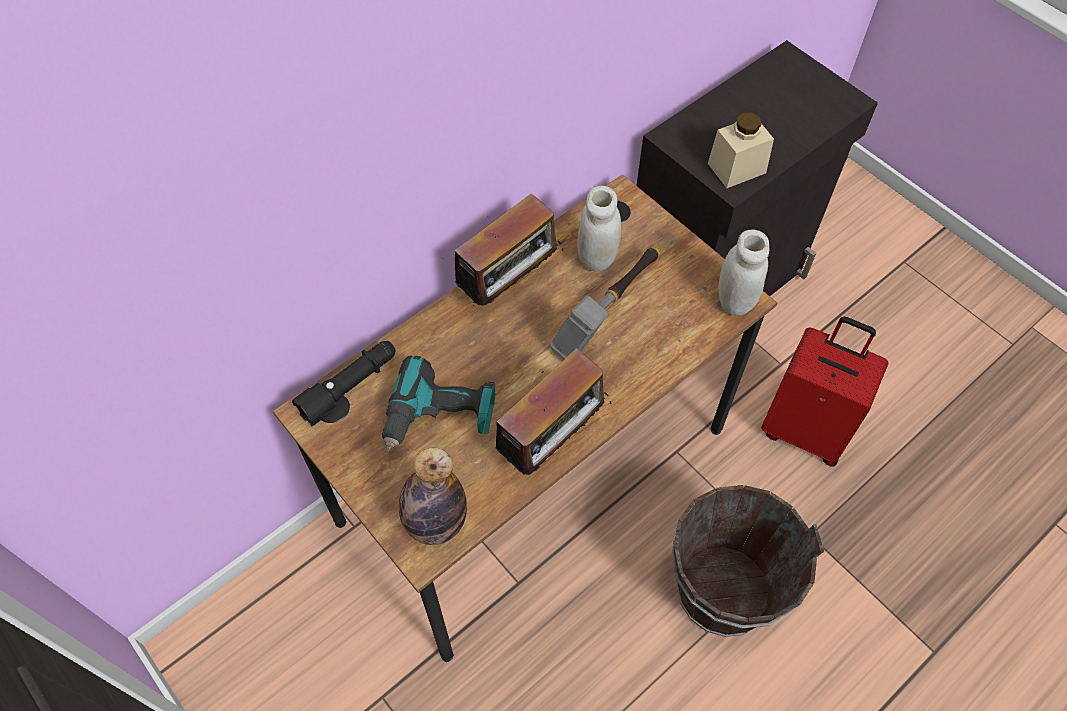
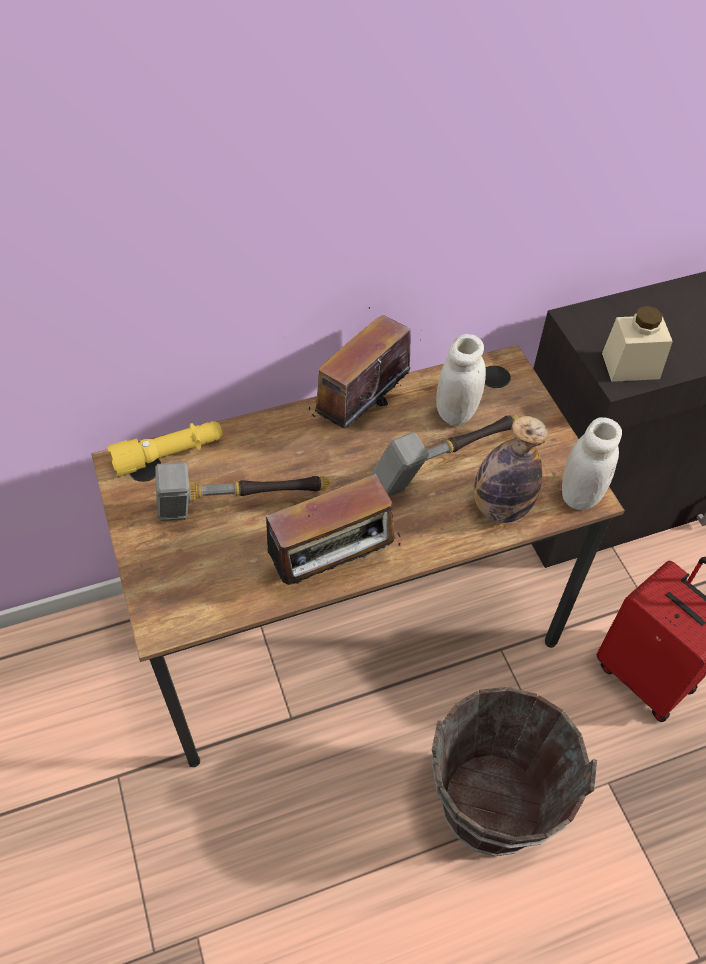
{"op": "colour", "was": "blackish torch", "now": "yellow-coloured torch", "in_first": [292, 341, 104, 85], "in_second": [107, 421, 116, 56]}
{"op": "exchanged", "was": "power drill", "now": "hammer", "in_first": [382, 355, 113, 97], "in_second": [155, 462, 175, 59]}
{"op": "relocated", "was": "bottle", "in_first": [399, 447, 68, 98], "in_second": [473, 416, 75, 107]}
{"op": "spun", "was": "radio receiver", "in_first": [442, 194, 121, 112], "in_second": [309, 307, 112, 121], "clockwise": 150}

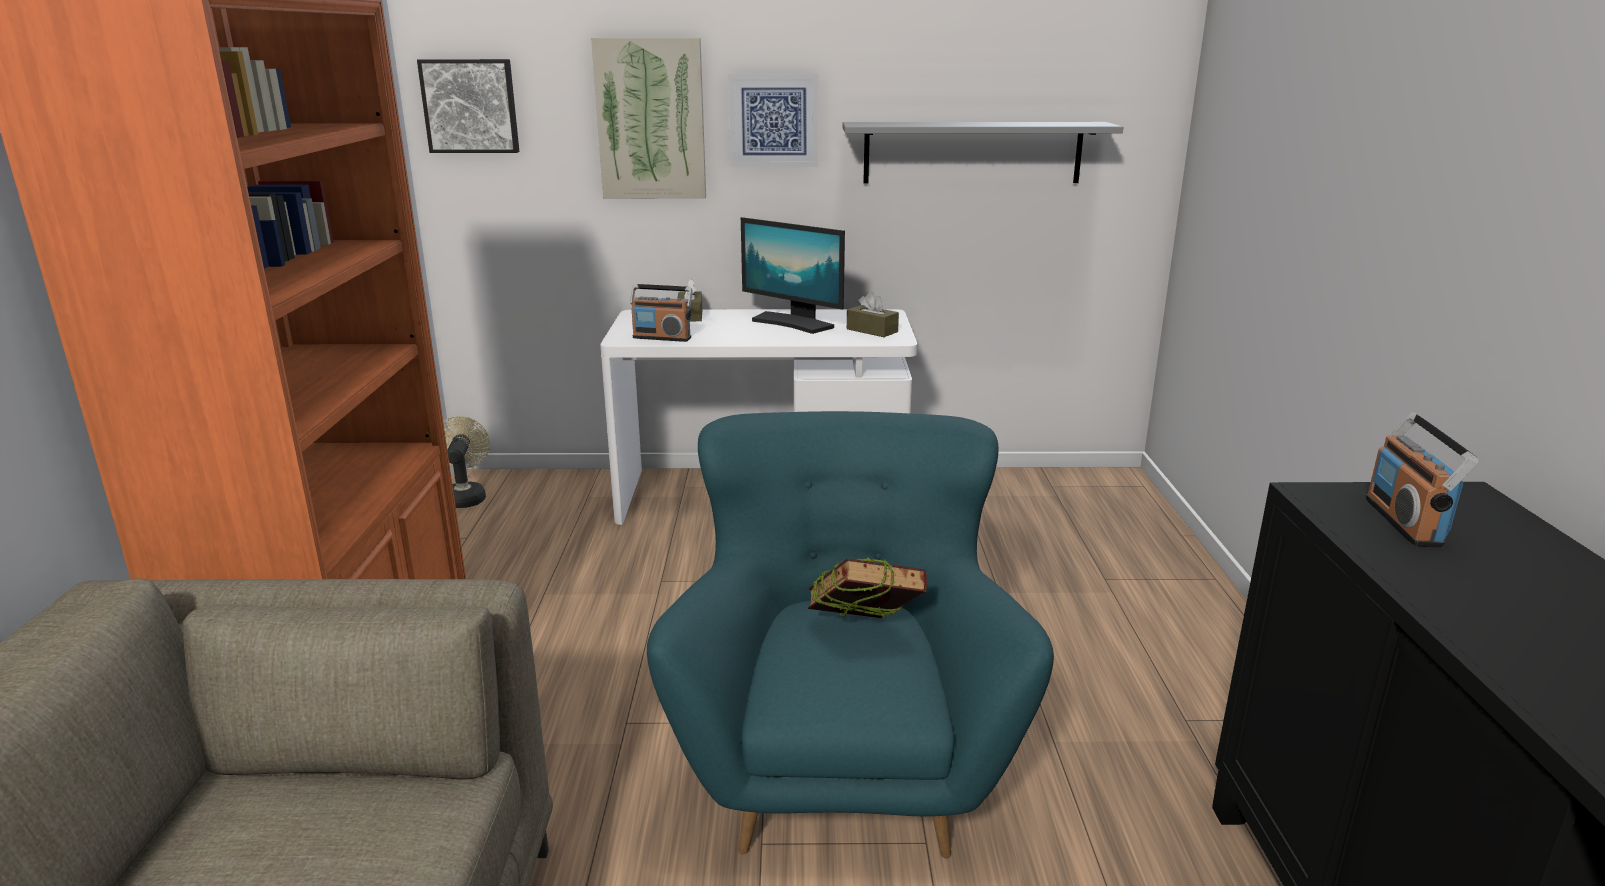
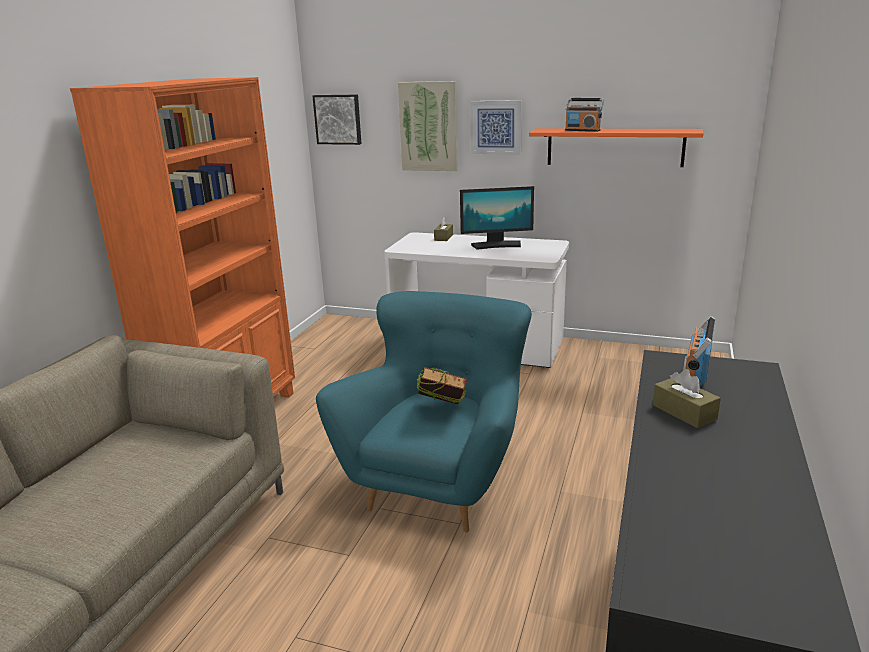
{"op": "missing", "was": "sand-coloured fan", "in_first": [443, 416, 47, 92]}
{"op": "relocated", "was": "radio receiver", "in_first": [630, 284, 63, 58], "in_second": [565, 98, 39, 34]}
{"op": "spun", "was": "computer display", "in_first": [741, 217, 104, 117], "in_second": [460, 186, 74, 64], "clockwise": -60}
{"op": "colour", "was": "grey shelf", "now": "orangey shelf", "in_first": [842, 122, 281, 61], "in_second": [529, 128, 174, 39]}
{"op": "relocated", "was": "brownish box of tissues", "in_first": [847, 292, 52, 45], "in_second": [653, 369, 68, 59]}

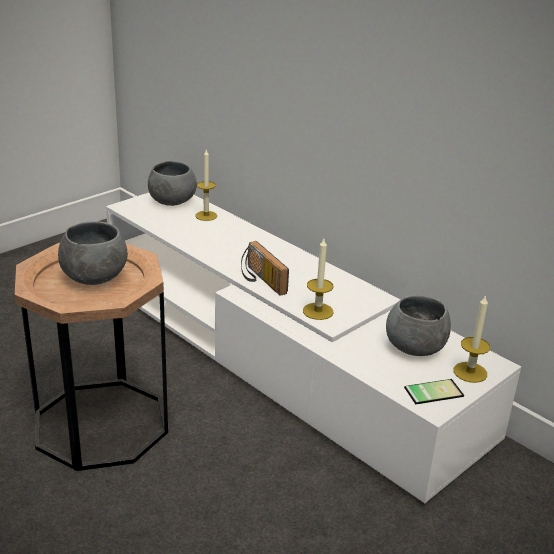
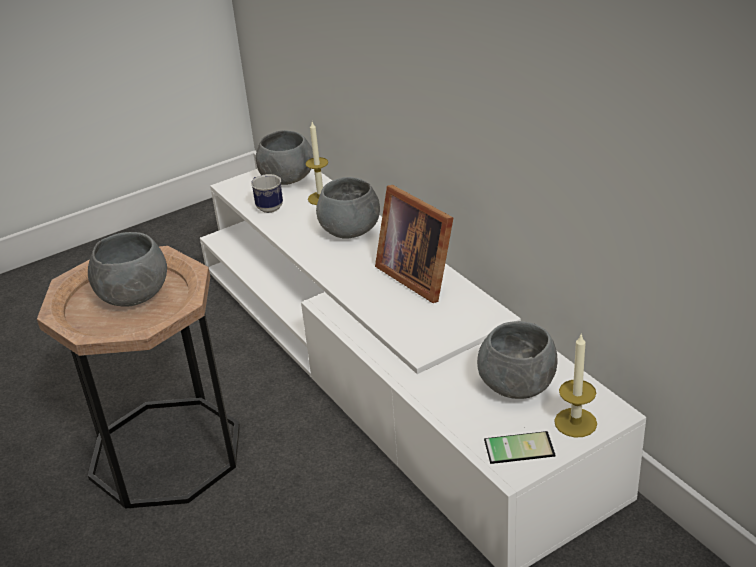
{"op": "missing", "was": "radio receiver", "in_first": [241, 241, 48, 55]}
{"op": "missing", "was": "wax light", "in_first": [303, 239, 30, 81]}
{"op": "appeared", "now": "tea mug", "in_second": [251, 174, 32, 39]}
{"op": "appeared", "now": "grey serving bowl", "in_second": [316, 177, 64, 62]}
{"op": "appeared", "now": "picture frame", "in_second": [375, 185, 78, 118]}

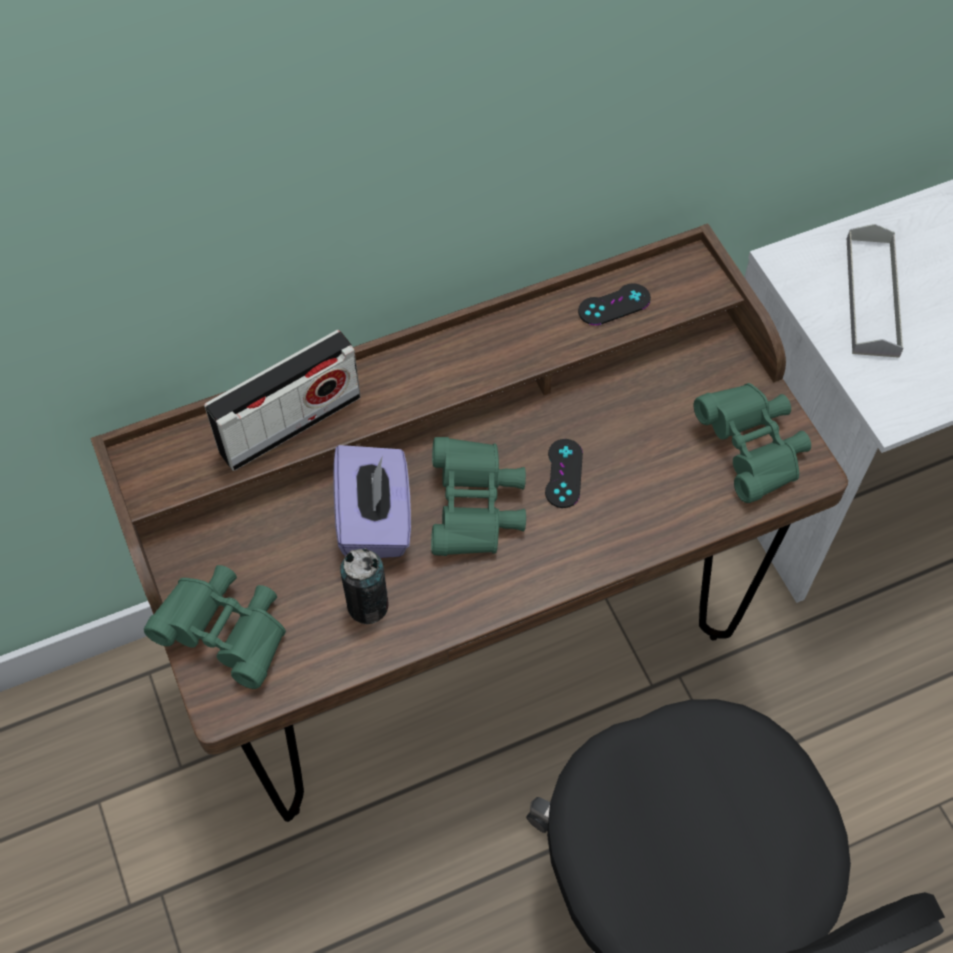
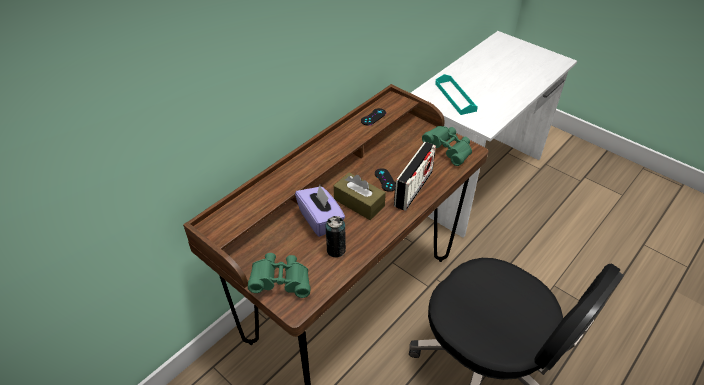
{"op": "relocated", "was": "radio receiver", "in_first": [204, 330, 157, 141], "in_second": [394, 142, 42, 69]}
{"op": "exchanged", "was": "green binoculars", "now": "brownish box of tissues", "in_first": [431, 437, 95, 119], "in_second": [334, 173, 52, 47]}
{"op": "colour", "was": "grey carrying tray", "now": "turquoise-coloured carrying tray", "in_first": [847, 224, 57, 134], "in_second": [435, 74, 43, 41]}

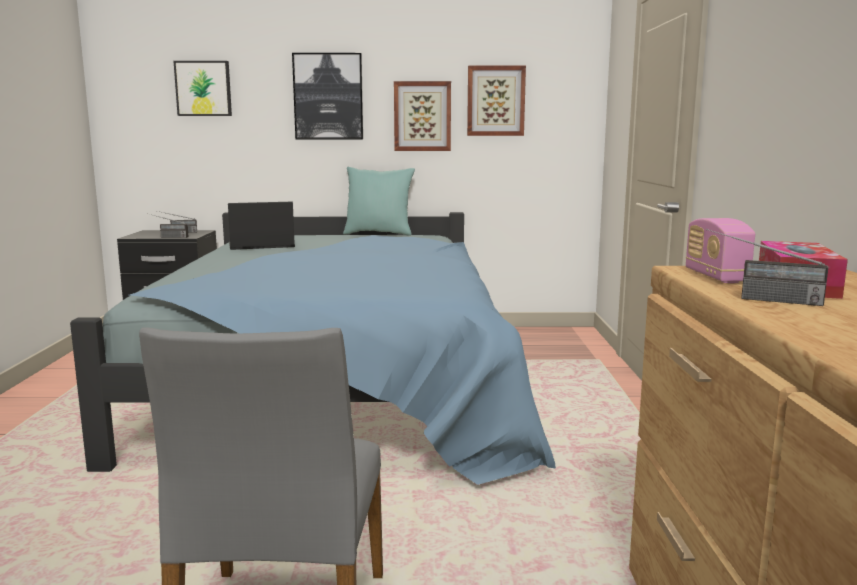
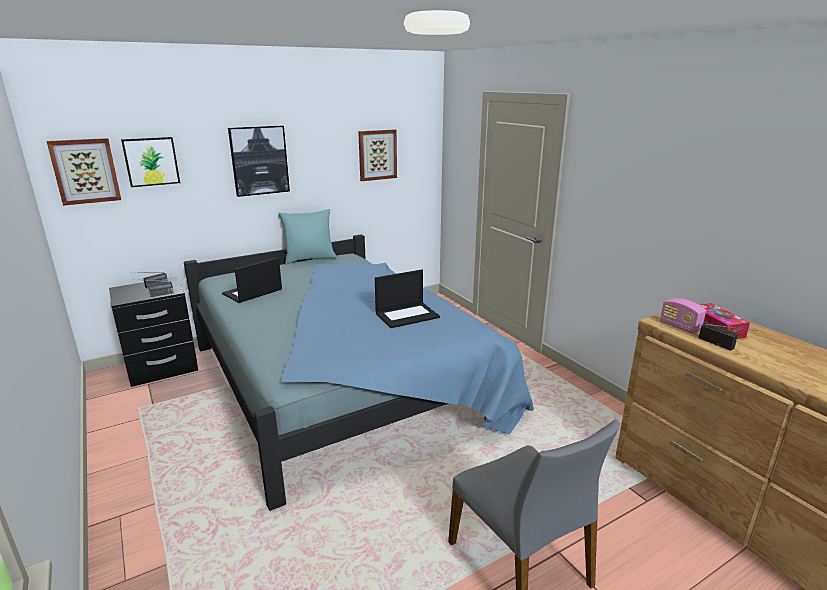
{"op": "relocated", "was": "wall art", "in_first": [394, 81, 57, 70], "in_second": [47, 138, 74, 68]}
{"op": "spun", "was": "radio receiver", "in_first": [706, 228, 122, 78], "in_second": [699, 322, 58, 29], "clockwise": -120}
{"op": "appeared", "now": "notebook computer", "in_second": [375, 270, 65, 58]}

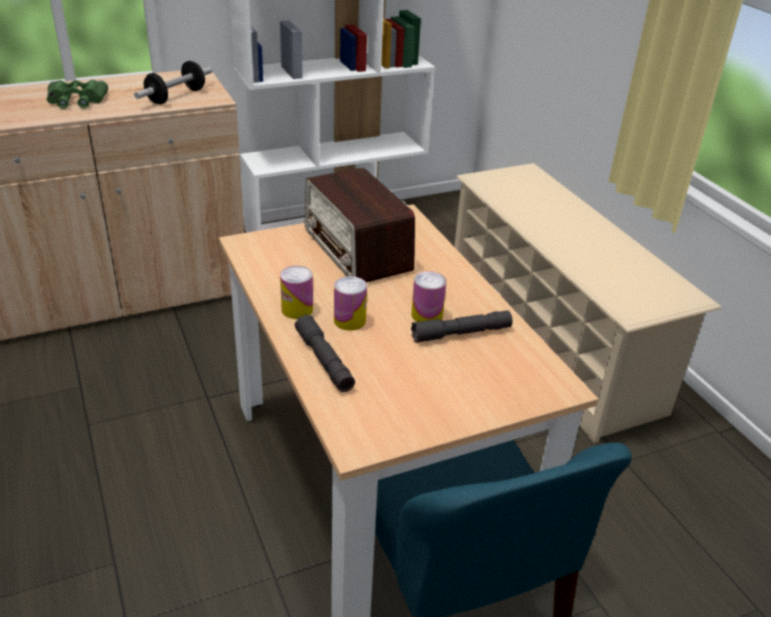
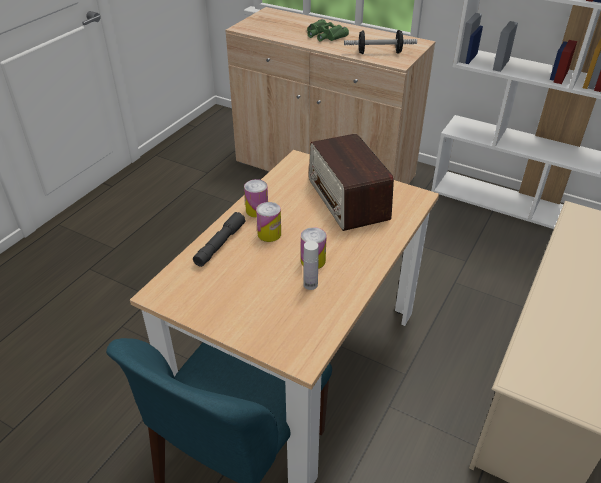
{"op": "spun", "was": "radio receiver", "in_first": [305, 167, 110, 116], "in_second": [309, 134, 85, 97], "clockwise": -45}
{"op": "exchanged", "was": "grey torch", "now": "white bottle", "in_first": [411, 311, 102, 32], "in_second": [303, 241, 16, 49]}

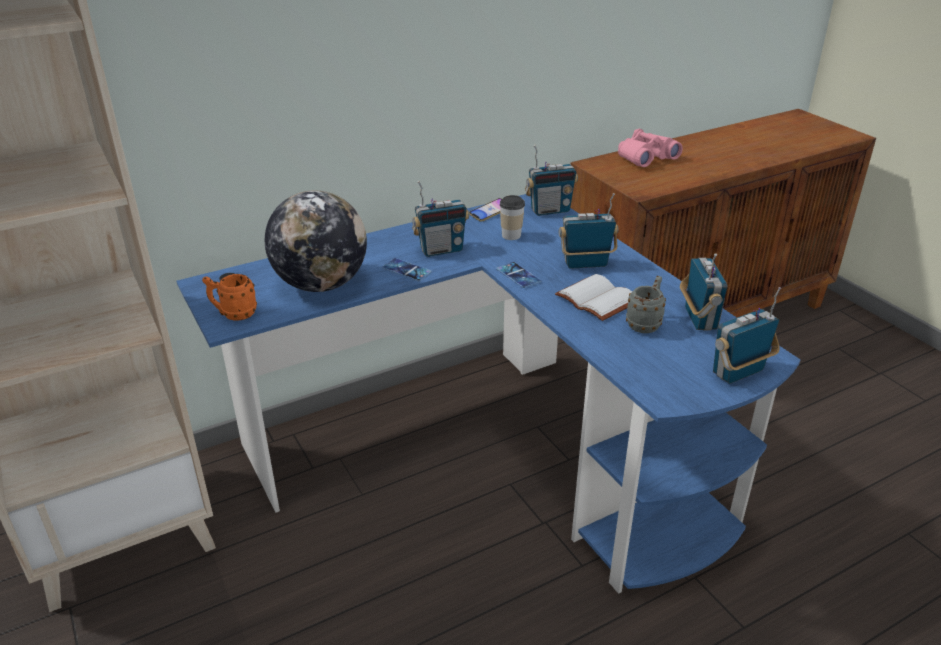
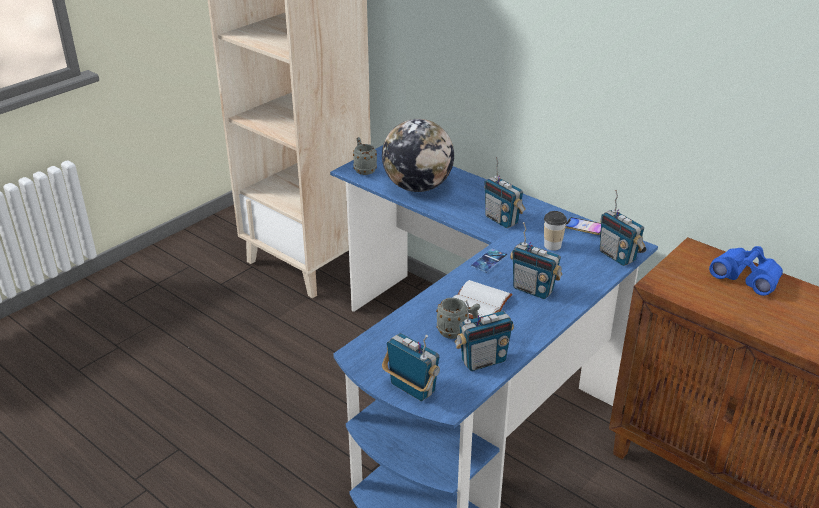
{"op": "colour", "was": "orangey tea mug", "now": "grey tea mug", "in_first": [202, 274, 55, 47], "in_second": [353, 137, 24, 38]}
{"op": "missing", "was": "phone", "in_first": [382, 258, 50, 23]}
{"op": "spun", "was": "radio receiver", "in_first": [559, 193, 59, 76], "in_second": [510, 222, 52, 77], "clockwise": 150}
{"op": "colour", "was": "pink-coloured binoculars", "now": "blue-coloured binoculars", "in_first": [618, 129, 65, 38], "in_second": [709, 246, 74, 50]}

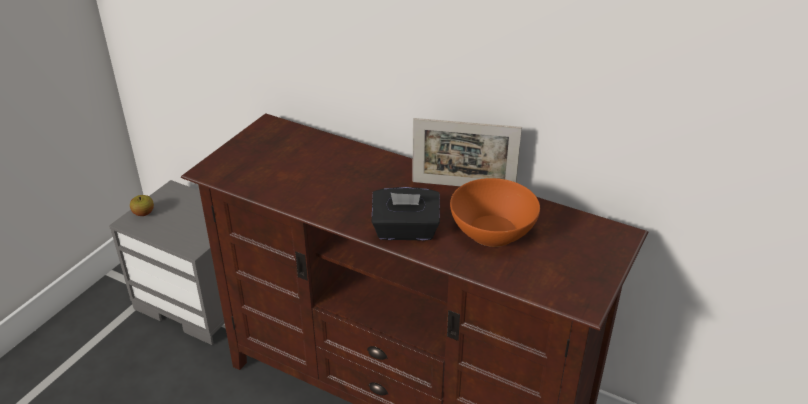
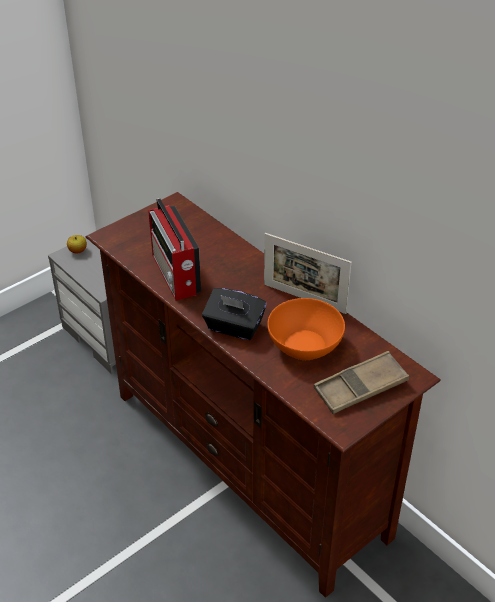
{"op": "appeared", "now": "radio receiver", "in_second": [148, 198, 53, 103]}
{"op": "appeared", "now": "brownish carrying tray", "in_second": [314, 351, 95, 63]}

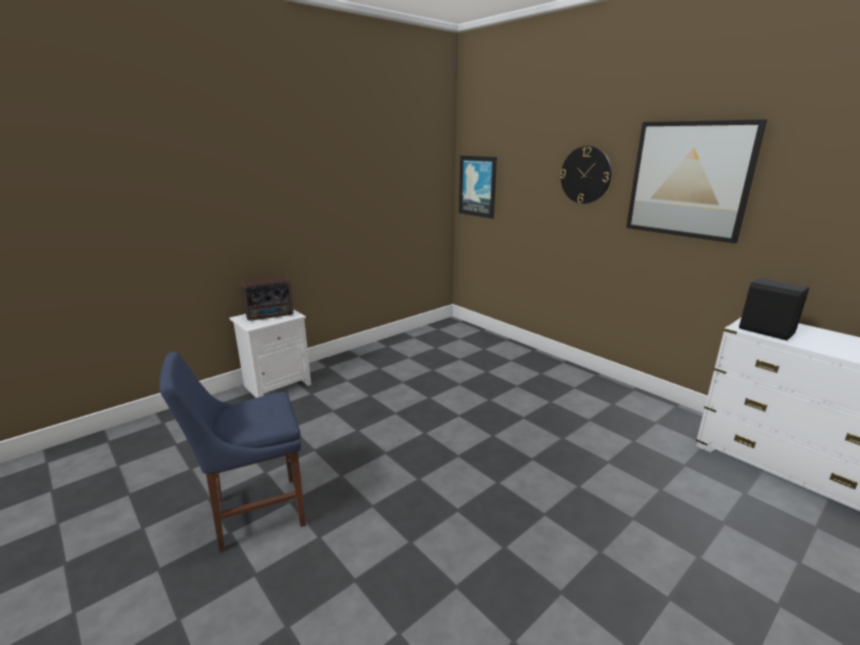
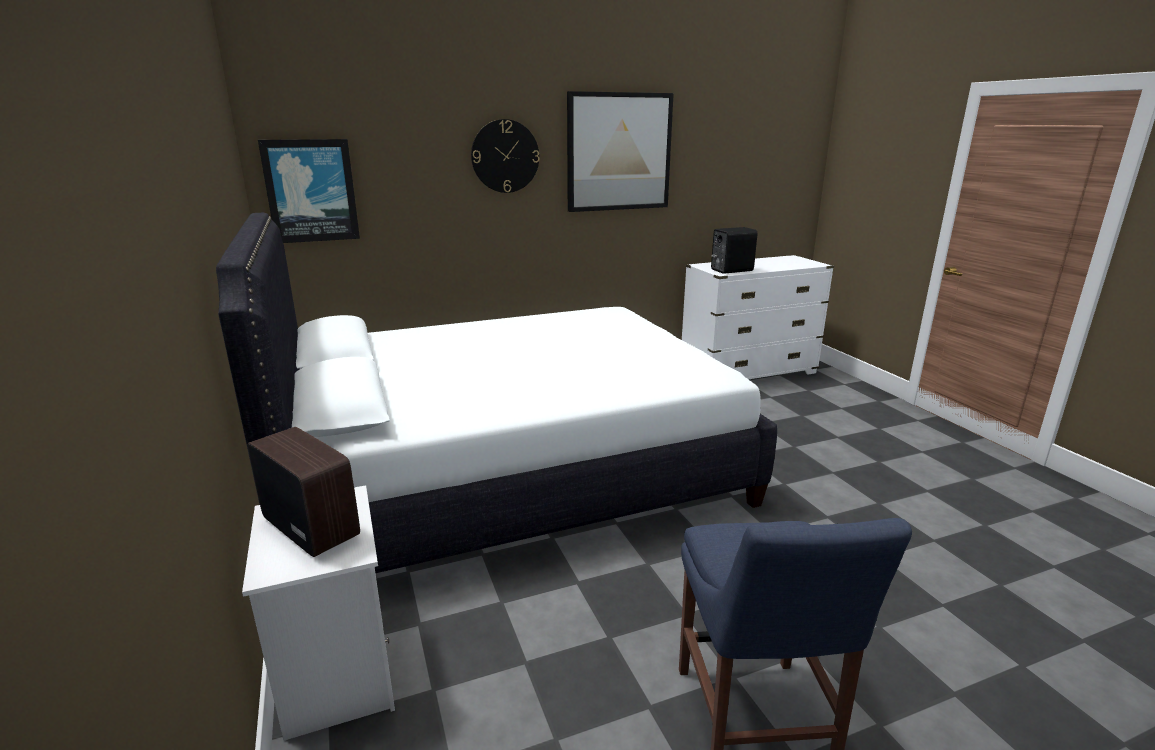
{"op": "spun", "was": "radio receiver", "in_first": [241, 276, 53, 45], "in_second": [248, 427, 112, 130], "clockwise": -45}
{"op": "appeared", "now": "white sleeping bed", "in_second": [216, 213, 561, 360]}

